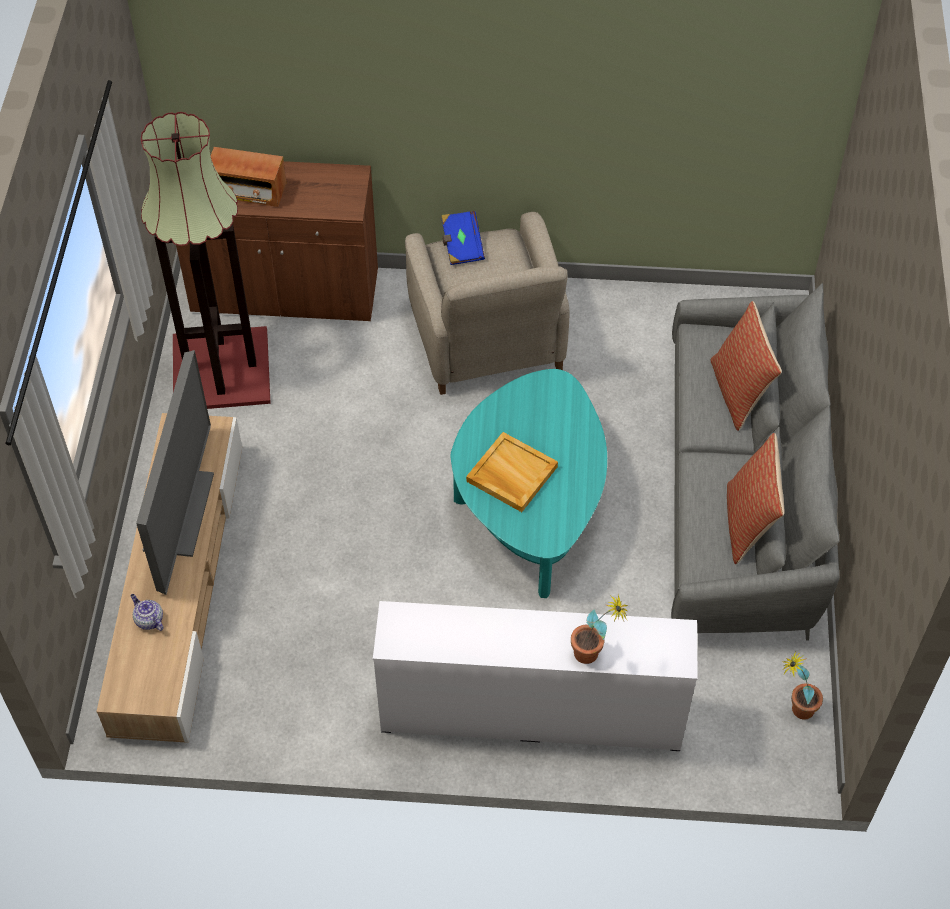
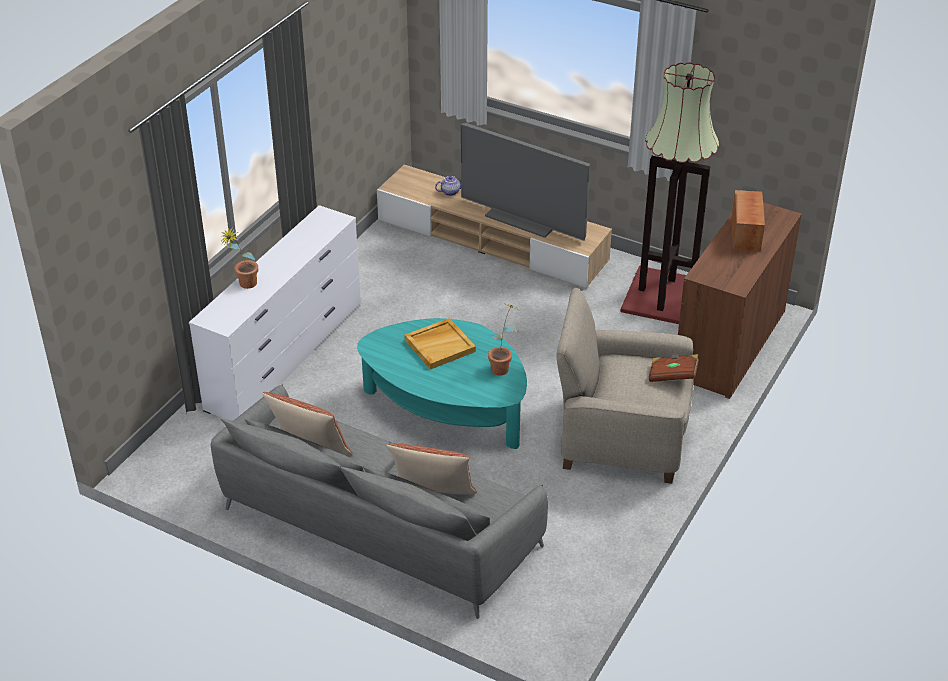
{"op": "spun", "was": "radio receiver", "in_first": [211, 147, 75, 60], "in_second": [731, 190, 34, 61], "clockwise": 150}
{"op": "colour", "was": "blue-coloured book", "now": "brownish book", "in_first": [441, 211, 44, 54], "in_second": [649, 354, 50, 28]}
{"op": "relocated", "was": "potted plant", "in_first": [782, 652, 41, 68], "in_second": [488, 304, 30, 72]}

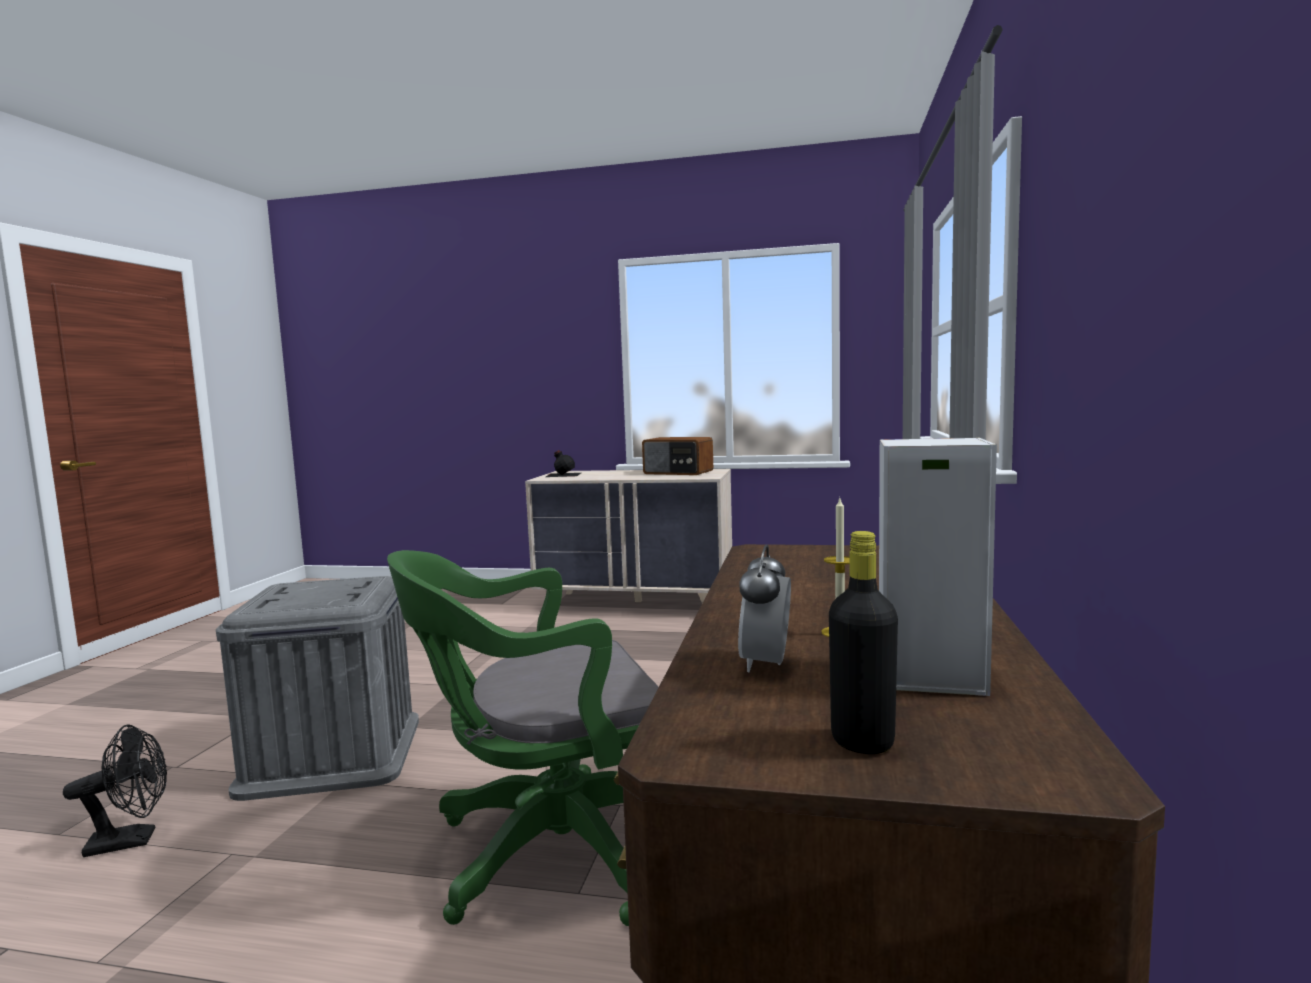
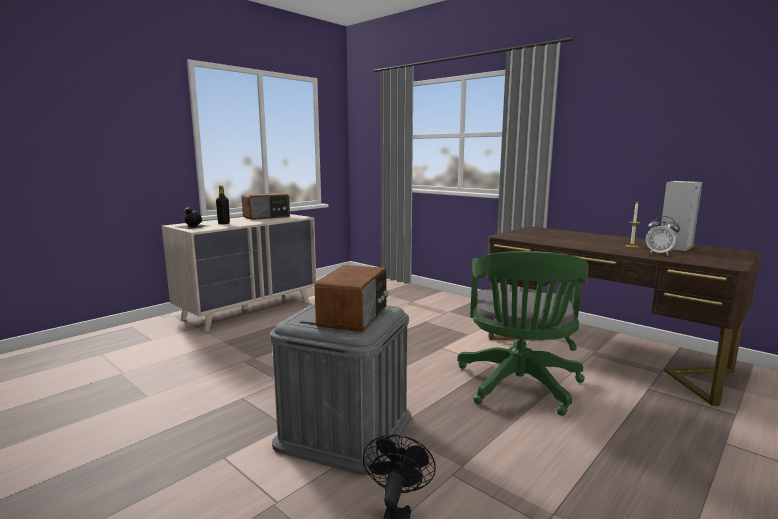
{"op": "relocated", "was": "blackish bottle", "in_first": [829, 531, 69, 223], "in_second": [216, 186, 14, 38]}
{"op": "appeared", "now": "radio receiver", "in_second": [315, 265, 74, 66]}

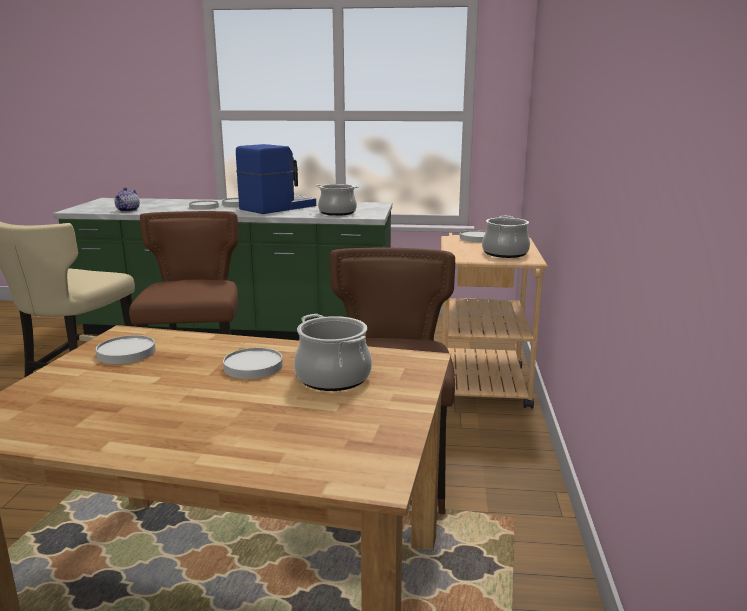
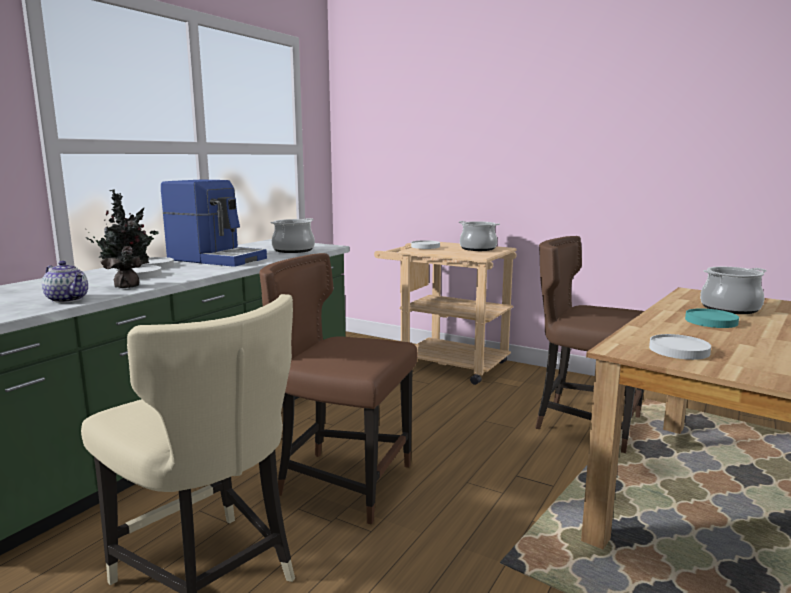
{"op": "colour", "was": "white dinner plate", "now": "turquoise-coloured dinner plate", "in_first": [223, 348, 60, 31], "in_second": [685, 308, 54, 20]}
{"op": "spun", "was": "coffee maker", "in_first": [236, 144, 80, 70], "in_second": [161, 179, 106, 88], "clockwise": 135}
{"op": "appeared", "now": "potted plant", "in_second": [86, 190, 73, 98]}

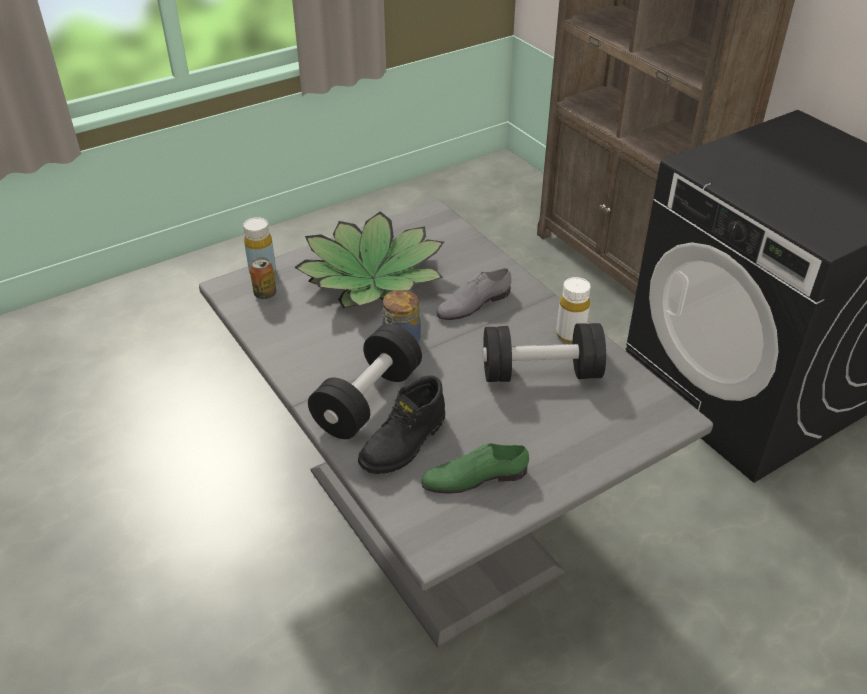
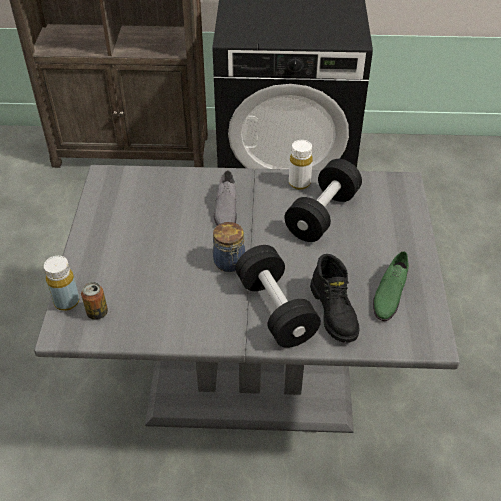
{"op": "missing", "was": "potted plant", "in_first": [294, 211, 150, 97]}

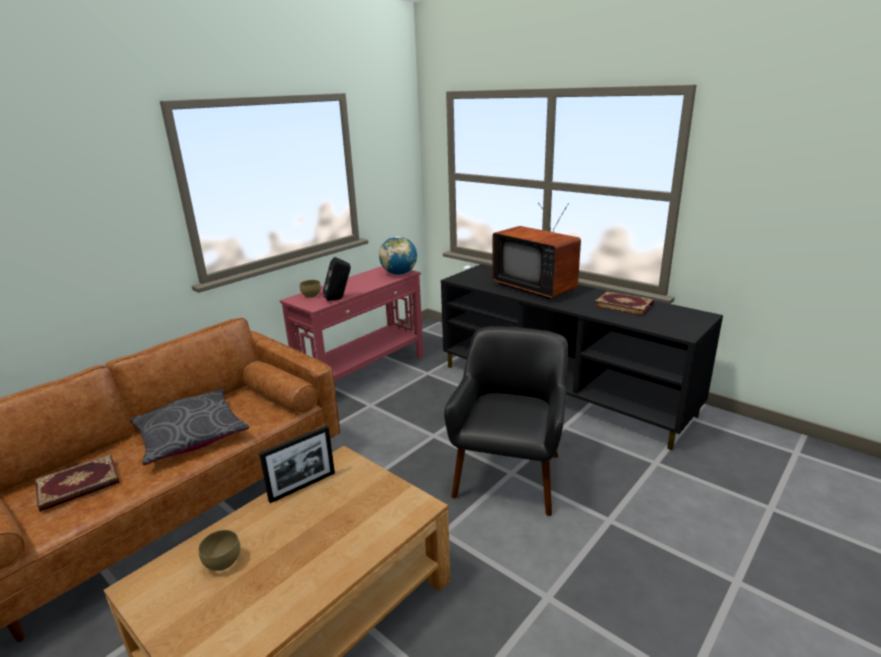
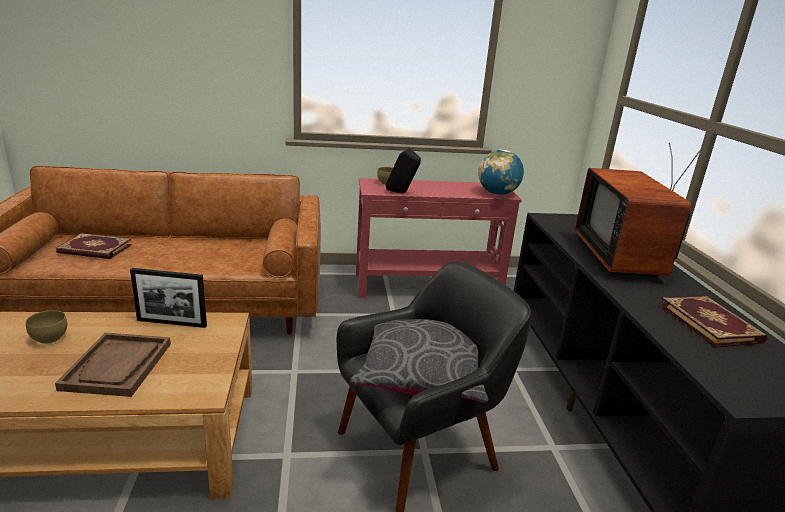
{"op": "relocated", "was": "grey throw pillow", "in_first": [130, 389, 119, 76], "in_second": [350, 319, 138, 84]}
{"op": "appeared", "now": "brownish carrying tray", "in_second": [55, 332, 116, 65]}

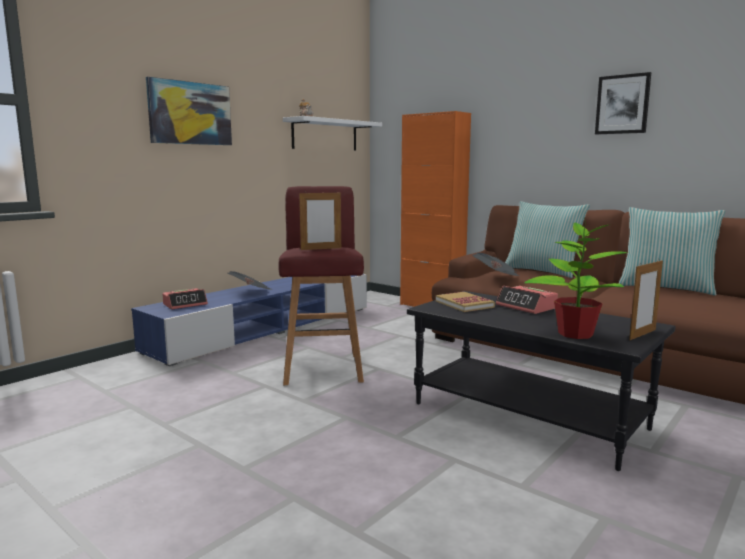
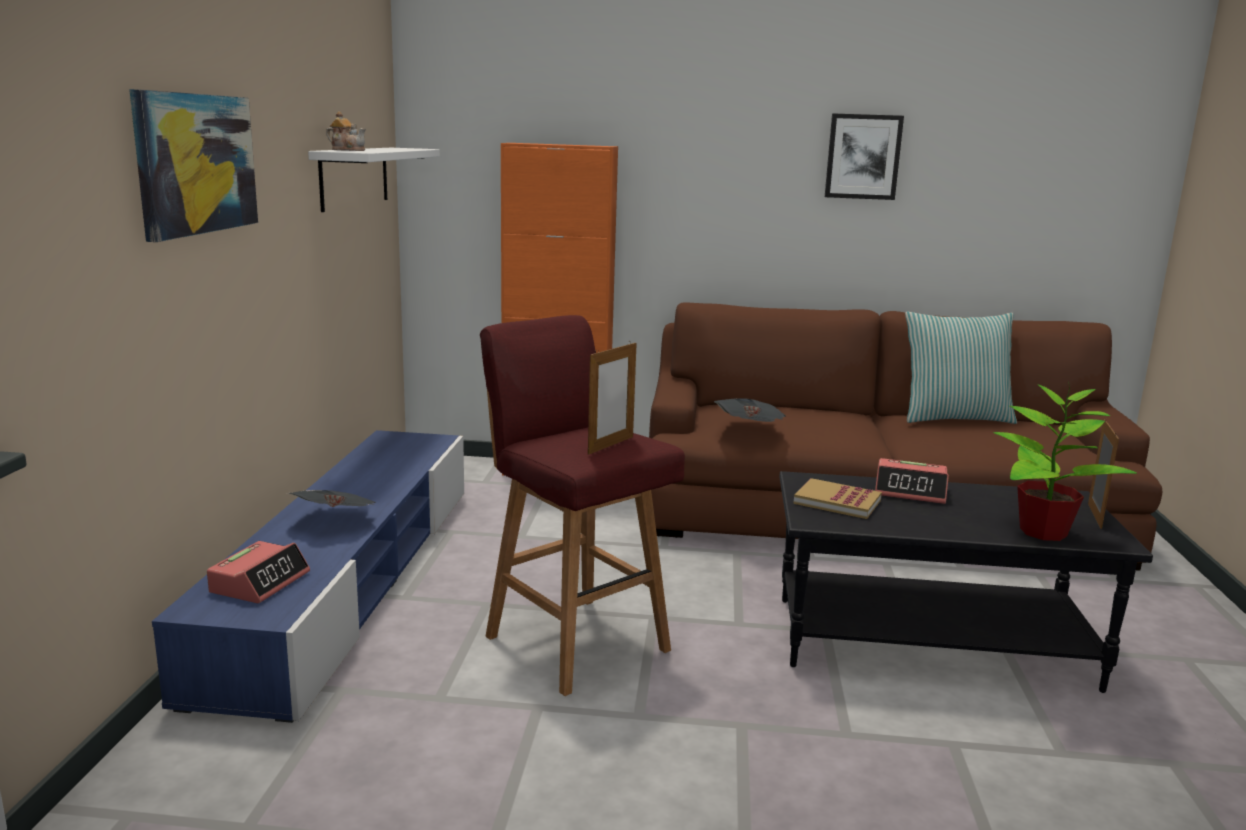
{"op": "missing", "was": "throw pillow", "in_first": [505, 201, 85, 77]}

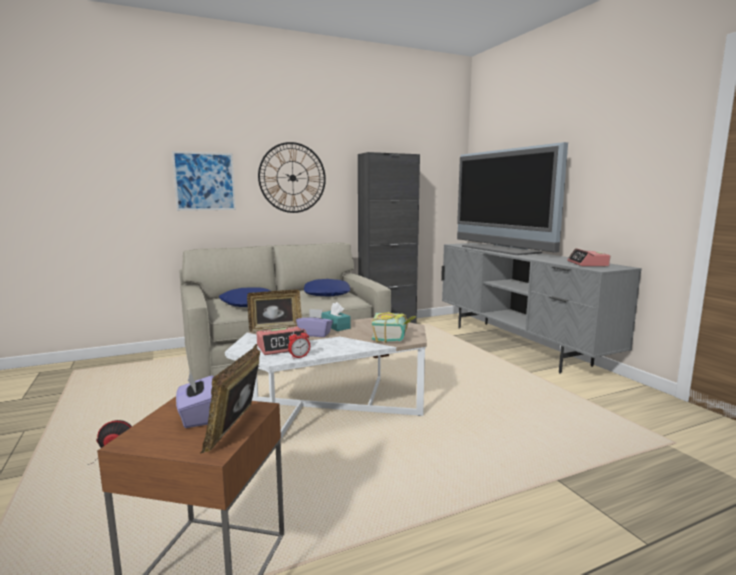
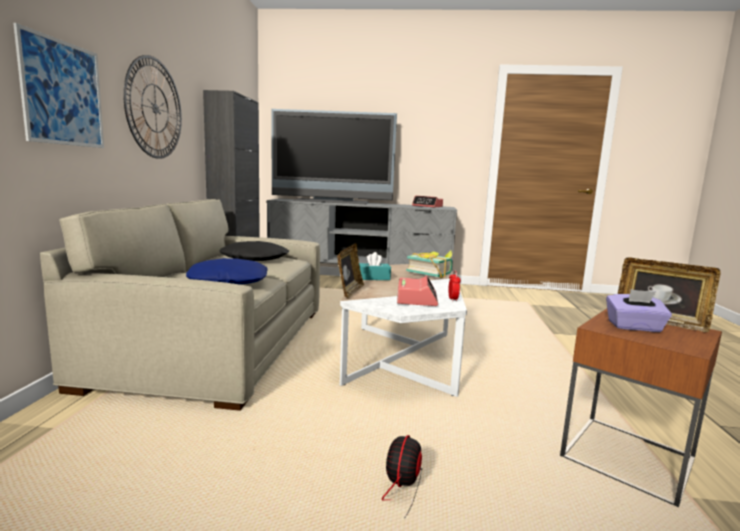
{"op": "missing", "was": "purplish box of tissues", "in_first": [296, 309, 37, 28]}
{"op": "colour", "was": "blue-coloured throw pillow", "now": "blackish throw pillow", "in_first": [304, 279, 46, 18], "in_second": [220, 241, 69, 20]}

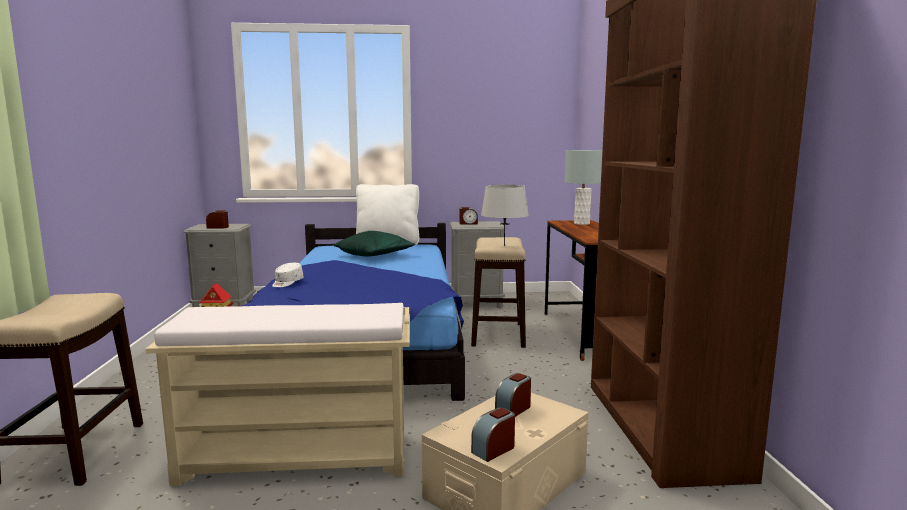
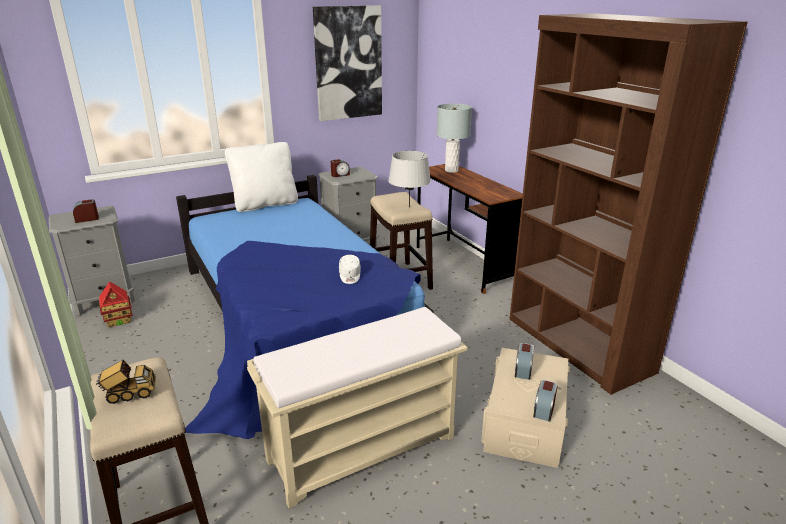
{"op": "relocated", "was": "white baseball cap", "in_first": [272, 263, 31, 24], "in_second": [339, 255, 22, 29]}
{"op": "missing", "was": "green throw pillow", "in_first": [334, 231, 81, 25]}
{"op": "appeared", "now": "toy truck", "in_second": [96, 360, 60, 44]}
{"op": "appeared", "now": "wall art", "in_second": [313, 5, 69, 116]}

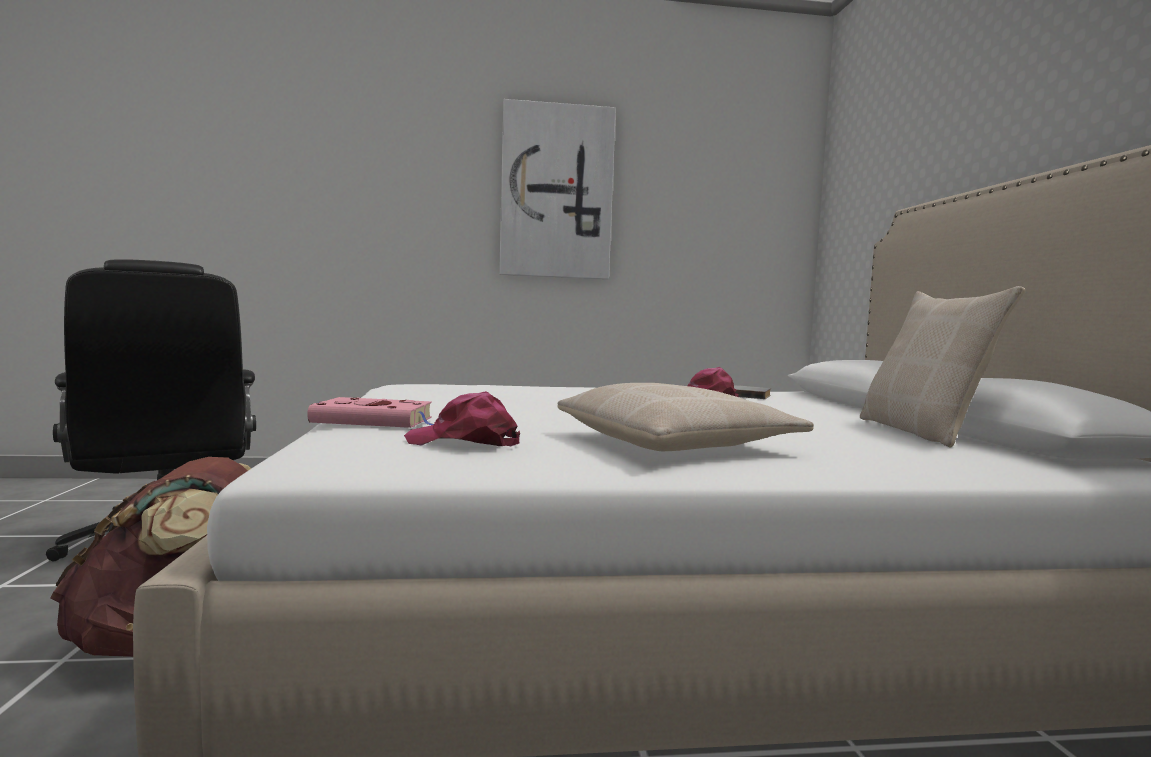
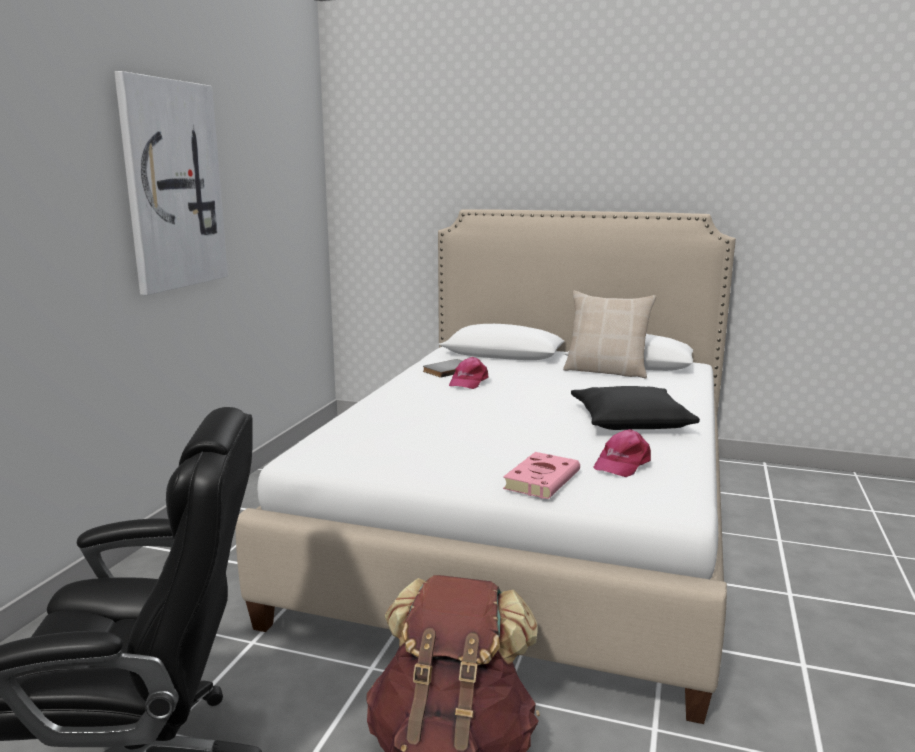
{"op": "colour", "was": "sand-coloured throw pillow", "now": "blackish throw pillow", "in_first": [558, 383, 256, 68], "in_second": [571, 386, 129, 44]}

